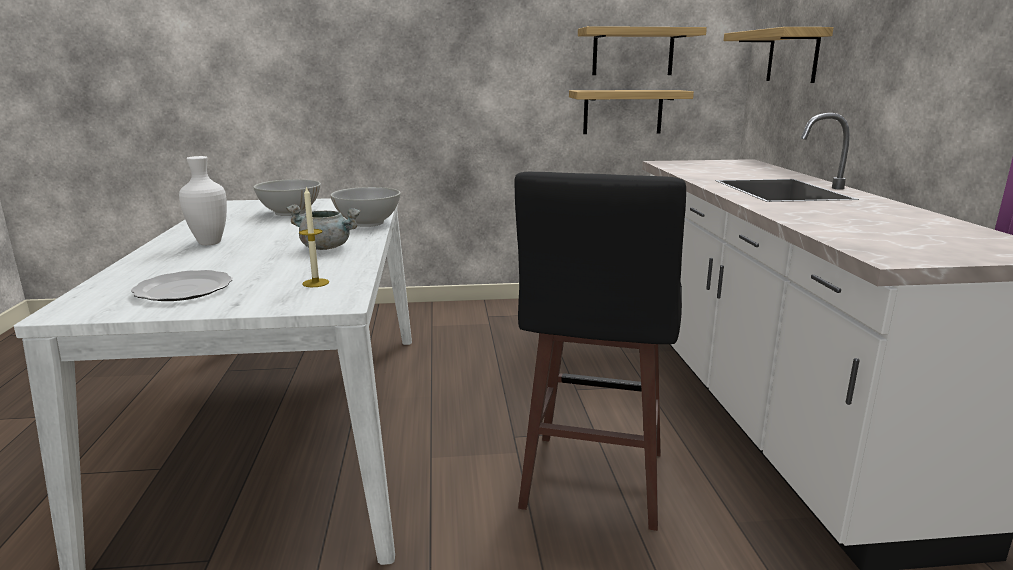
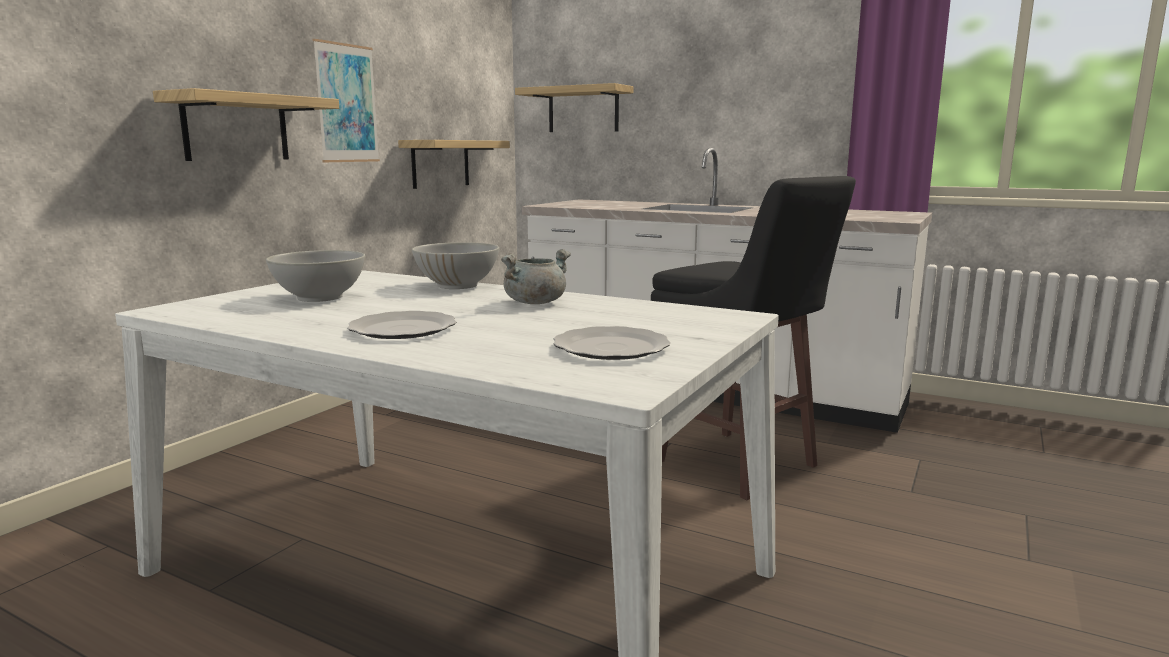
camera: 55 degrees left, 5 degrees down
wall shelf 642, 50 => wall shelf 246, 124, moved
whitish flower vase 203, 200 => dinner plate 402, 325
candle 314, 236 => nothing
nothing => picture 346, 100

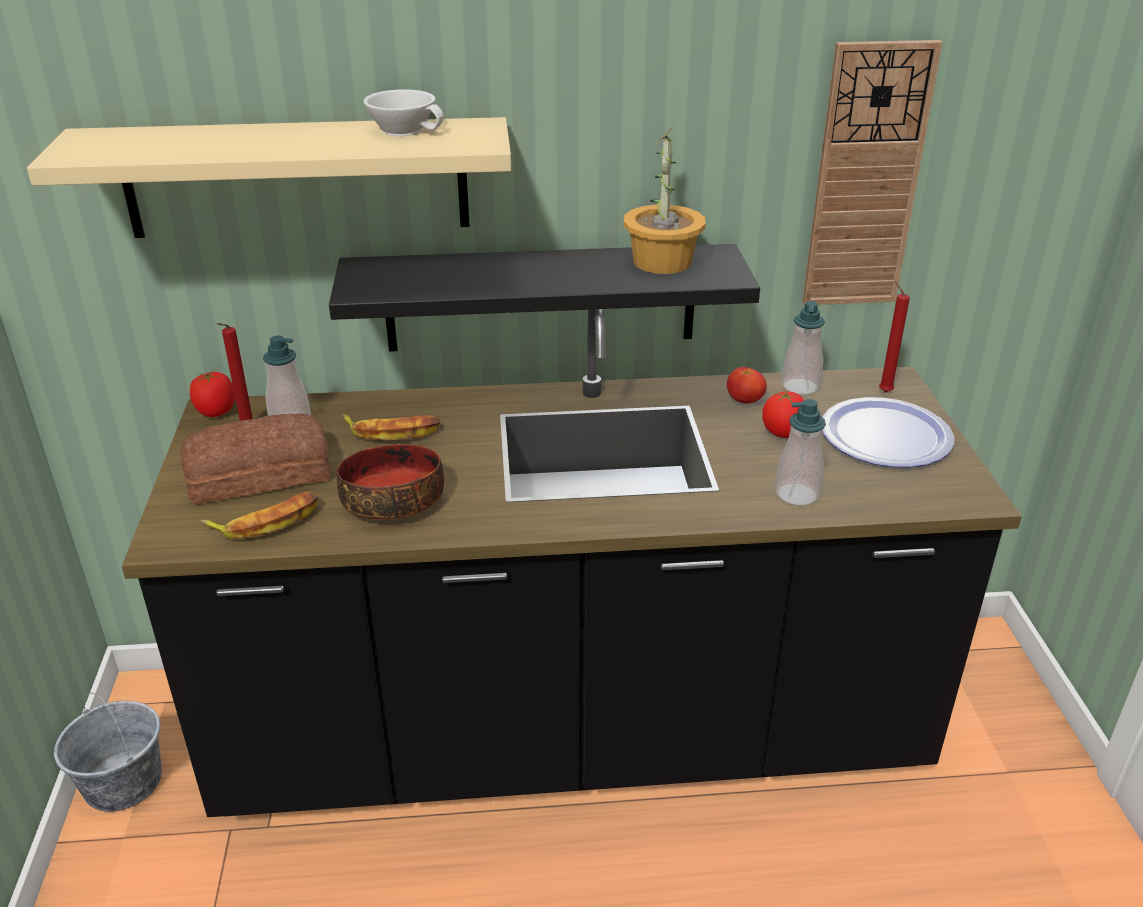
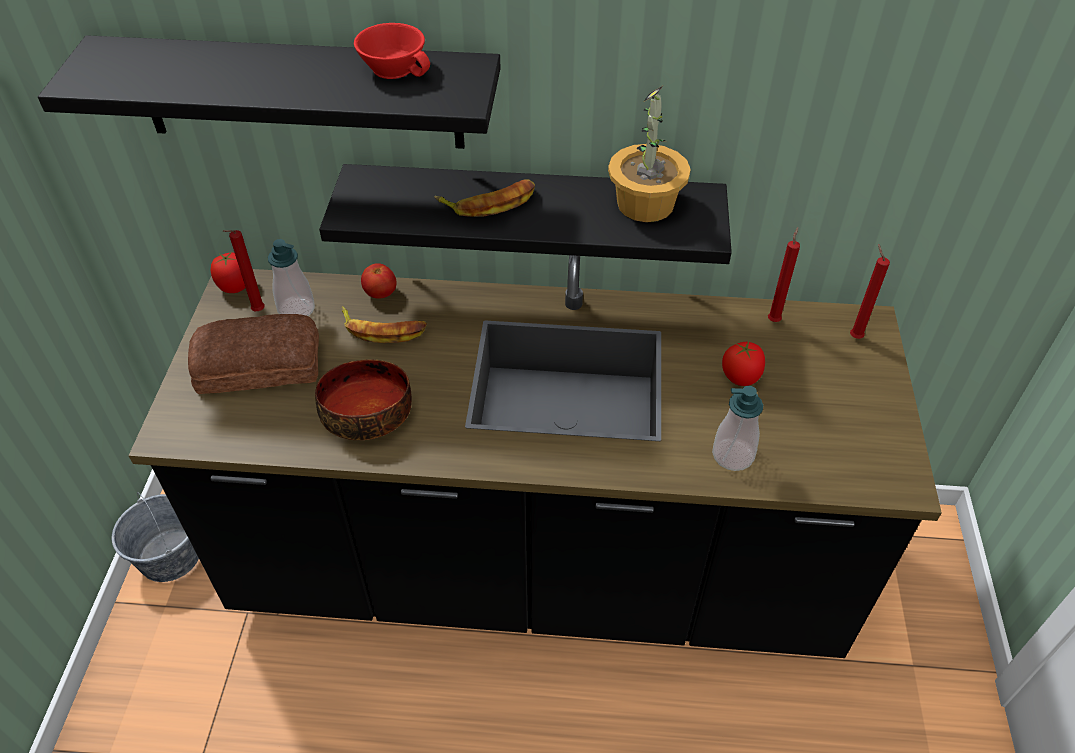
camera: 10 degrees right, 15 degrees up
wall clock 873, 172 => nothing
whitish drinking cup 404, 112 => red drinking cup 392, 51
beige wall shelf 269, 177 => black-coloured wall shelf 269, 92
soap bottle 803, 348 => red candle 784, 274
tomato 747, 385 => tomato 379, 280, moved
dinner plate 888, 432 => nothing
banana fruit 259, 515 => banana fruit 485, 198, moved

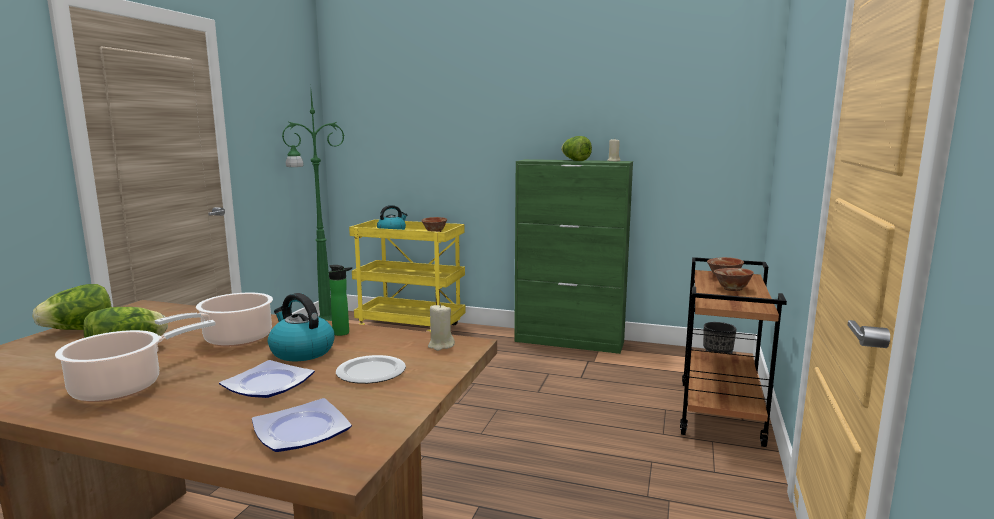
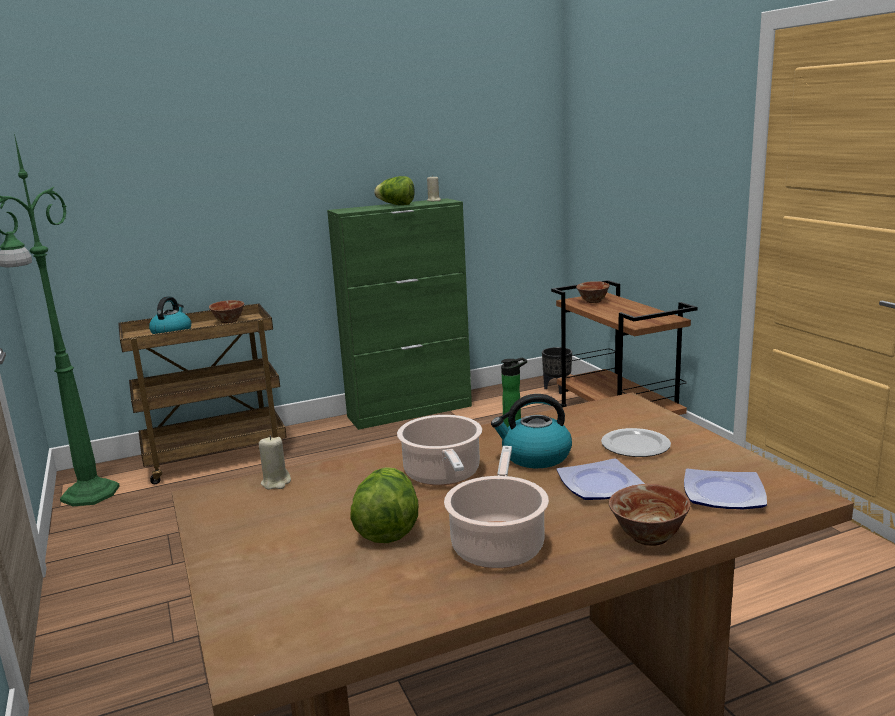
camera: 40 degrees left, 5 degrees up
yellowish wheeled cart 407, 275 => brown wheeled cart 202, 394
serving bowl 734, 279 => serving bowl 649, 515, moved
lettuce head 72, 307 => nothing
beige candle 441, 327 => beige candle 275, 463, moved

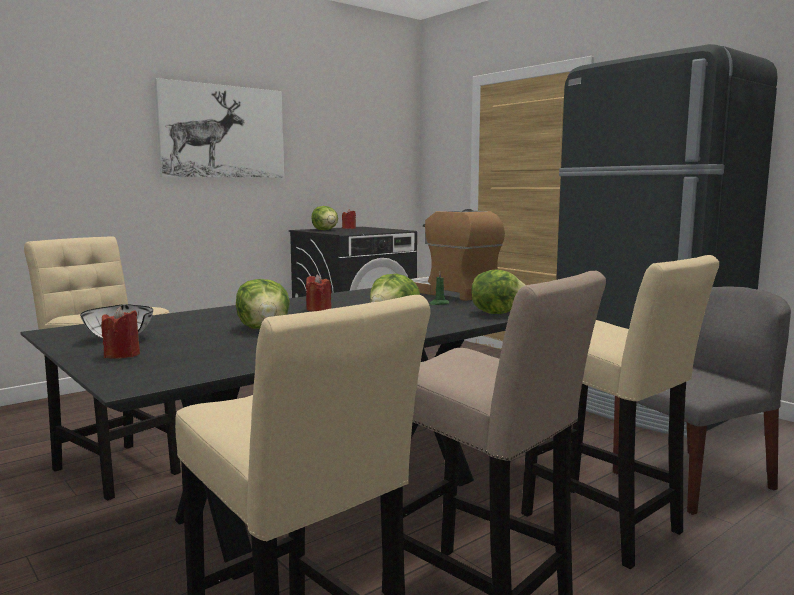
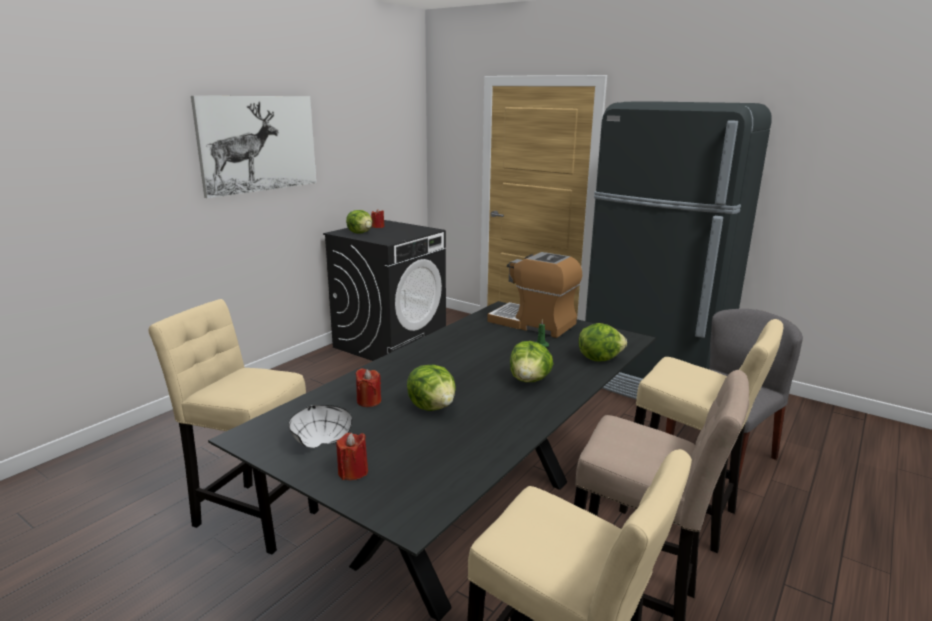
camera: 15 degrees left, 10 degrees up
red candle 319, 293 => red candle 368, 387, moved

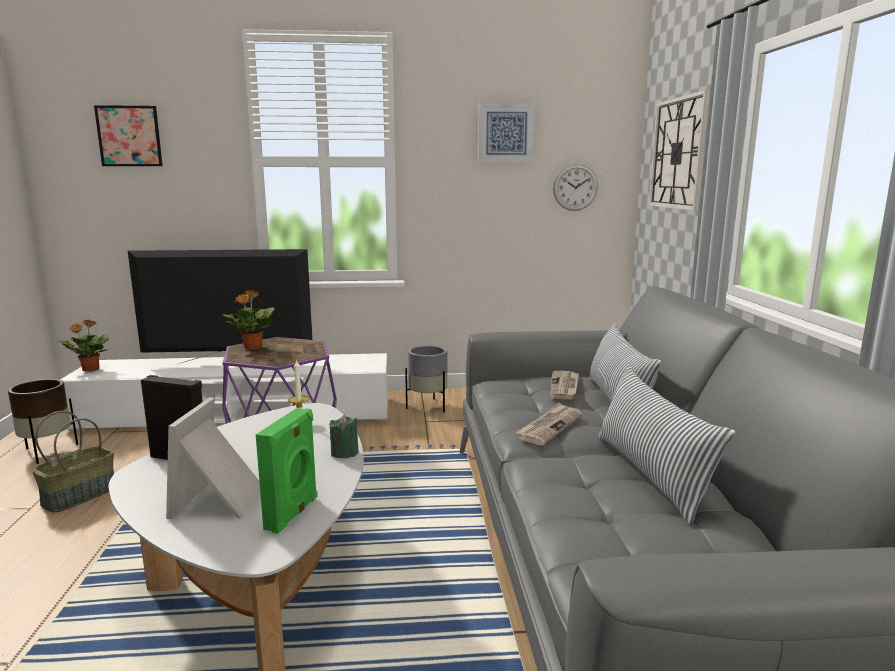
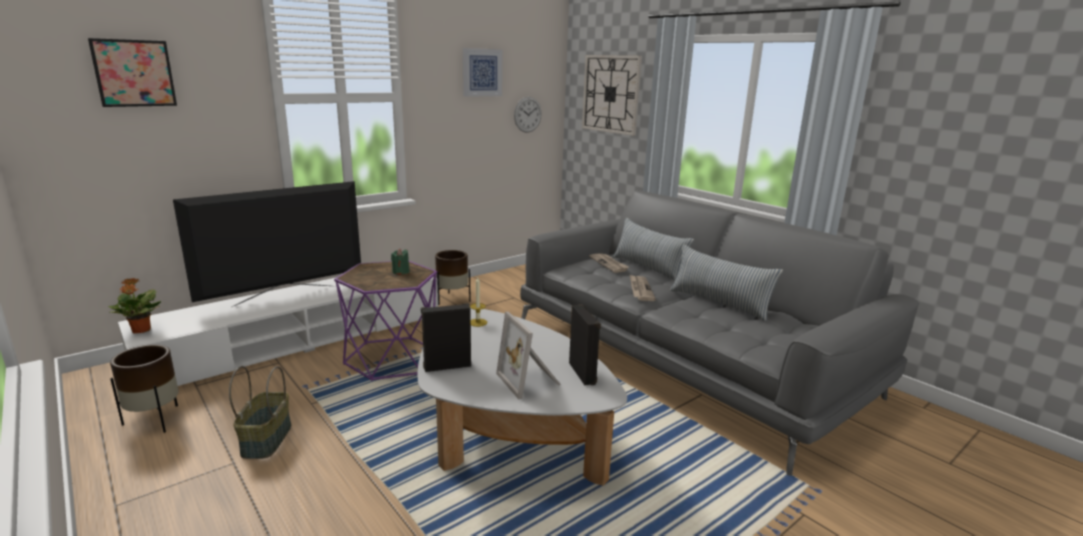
camera: 35 degrees left, 5 degrees up
plant in a pot 248, 320 => nothing
grey flower pot 426, 378 => brown flower pot 453, 277
greenish speaker 287, 471 => black-coloured speaker 585, 344
greenish candle 344, 436 => greenish candle 400, 262, moved

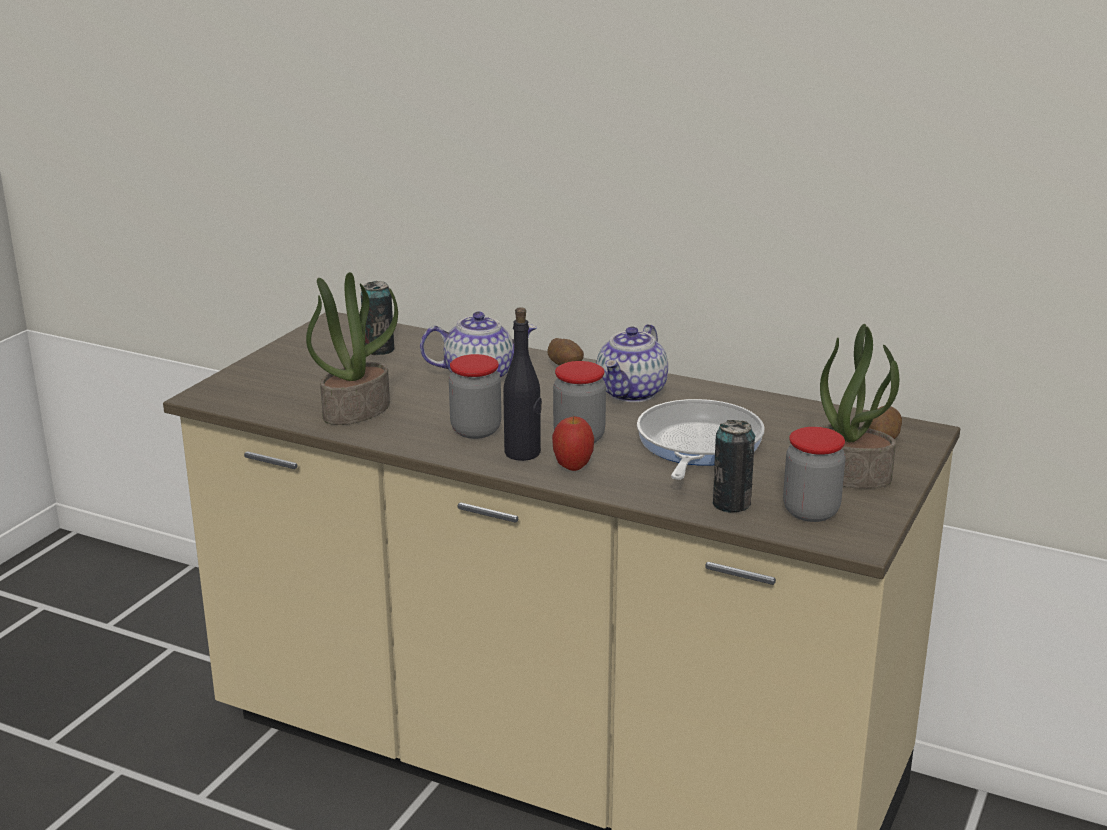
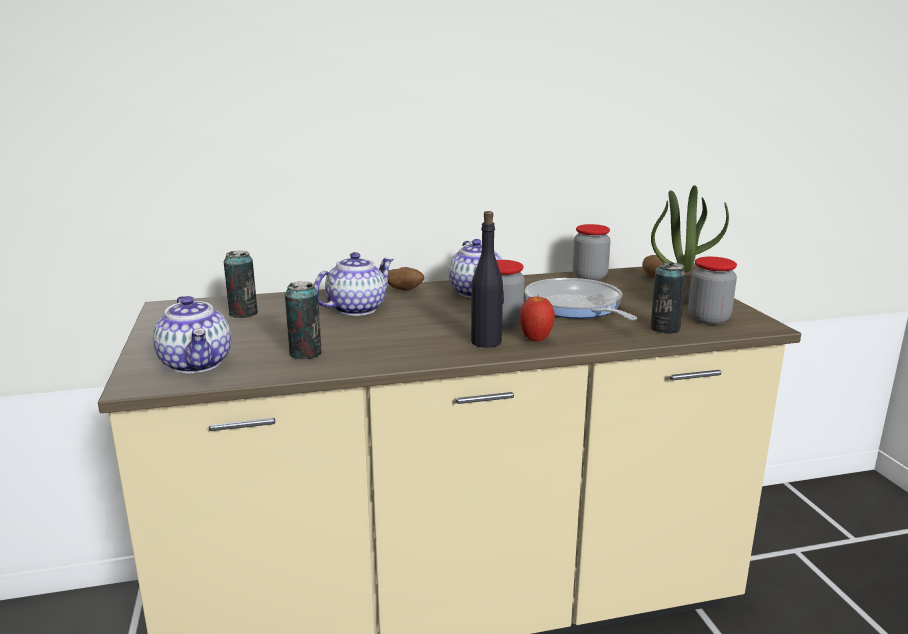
camera: 40 degrees left, 5 degrees down
plant in a pot 352, 348 => sealed can 303, 320
storage jar 475, 396 => storage jar 592, 252, moved
nothing => tea pot 192, 334

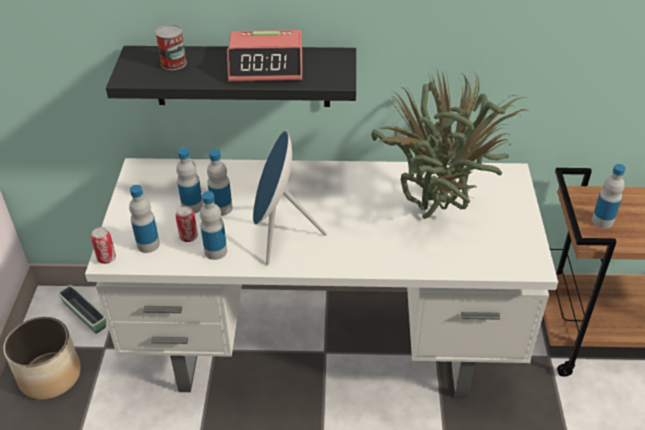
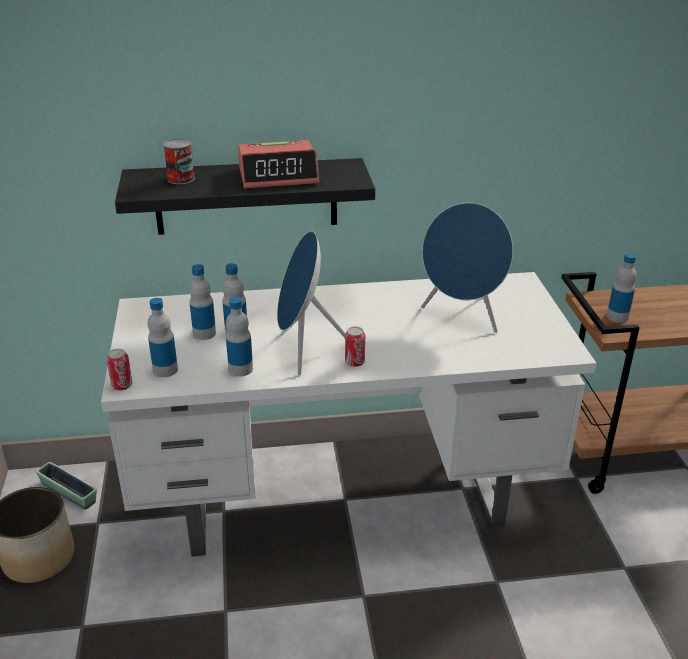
camera: 10 degrees left, 10 degrees down
plant in a pot 450, 143 => bluish speaker 467, 267
sealed can 187, 224 => sealed can 355, 346, moved

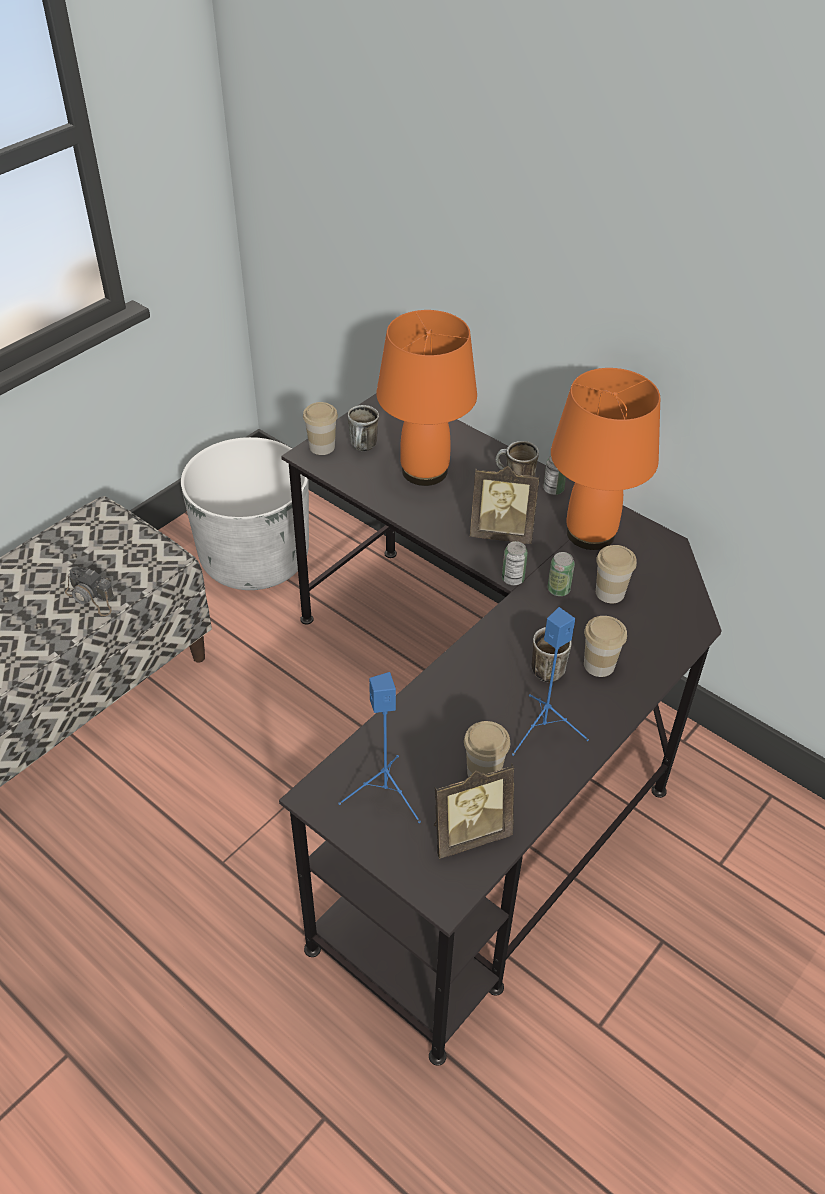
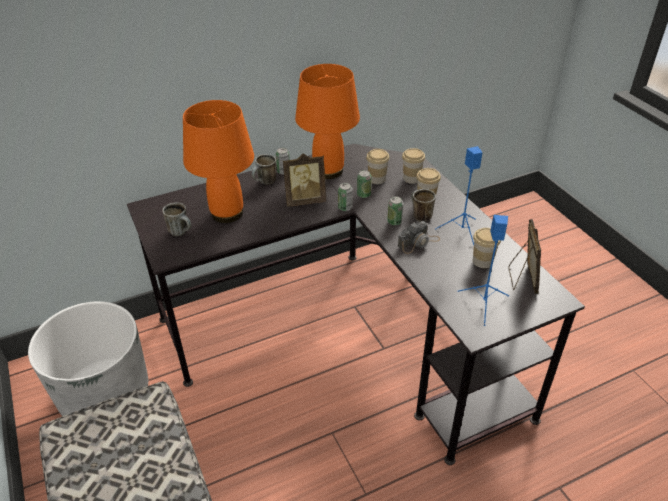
camera: 65 degrees left, 5 degrees down
drinking cup 320, 428 => drinking cup 413, 166, moved
standing frame 505, 505 => standing frame 304, 180, 45 degrees clockwise
still camera 89, 591 => still camera 419, 237, moved
nothing => sealed can 395, 210

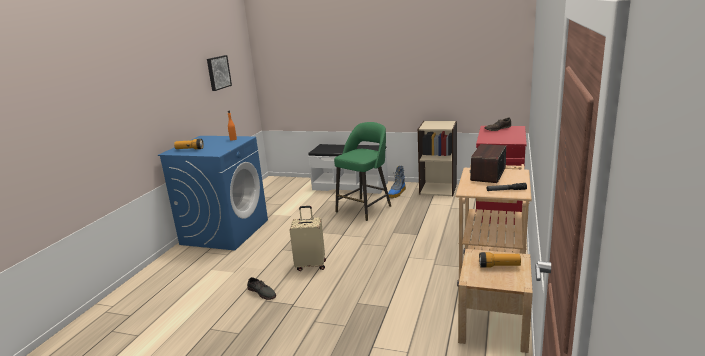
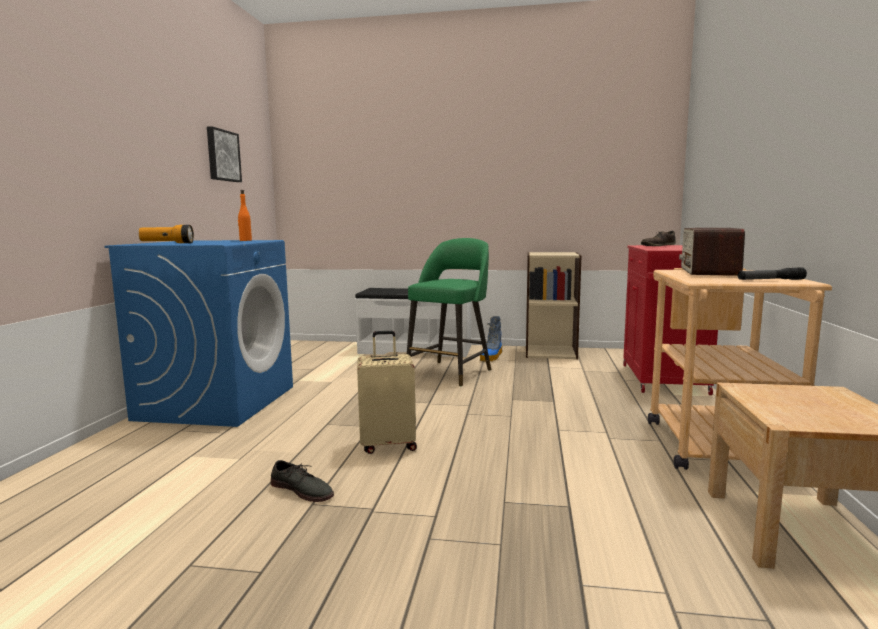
camera: 10 degrees left, 10 degrees down
hand torch 500, 260 => nothing

